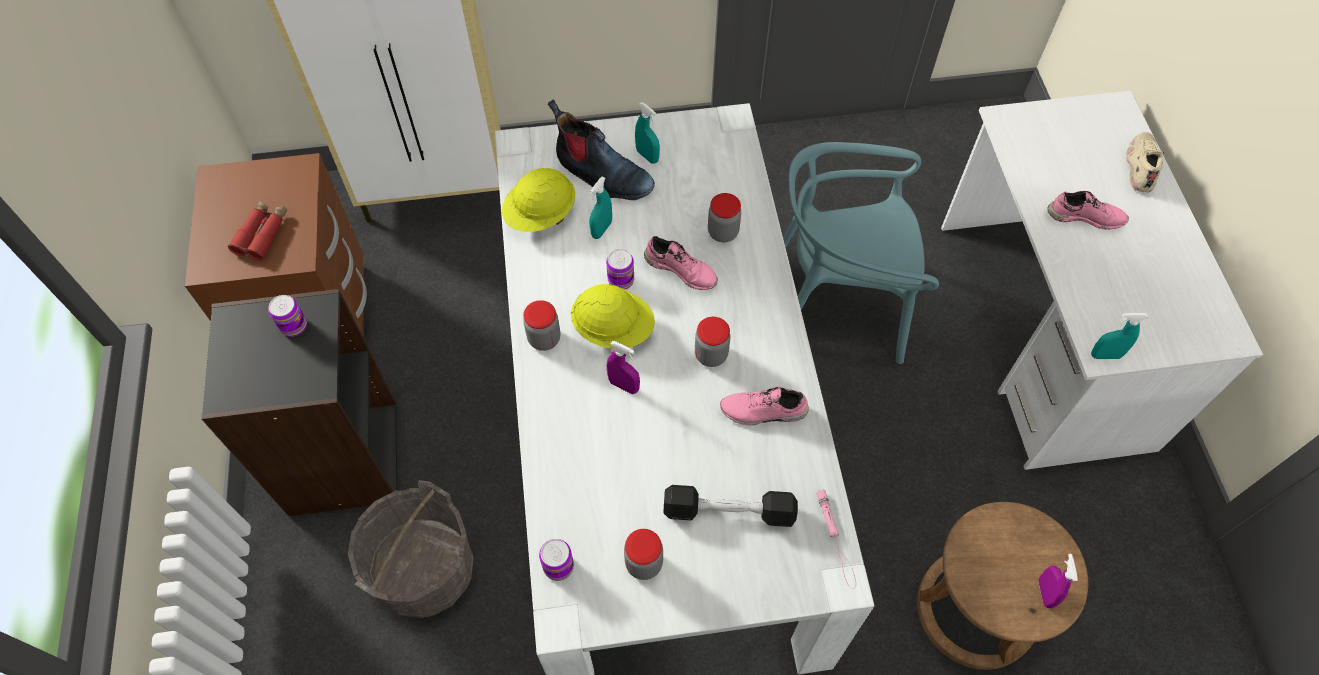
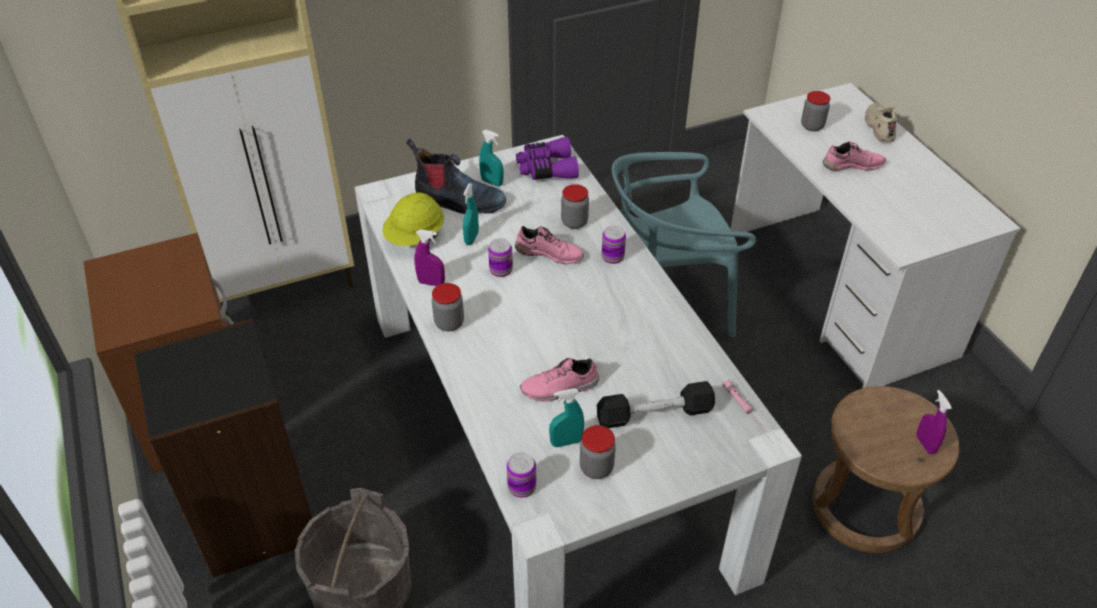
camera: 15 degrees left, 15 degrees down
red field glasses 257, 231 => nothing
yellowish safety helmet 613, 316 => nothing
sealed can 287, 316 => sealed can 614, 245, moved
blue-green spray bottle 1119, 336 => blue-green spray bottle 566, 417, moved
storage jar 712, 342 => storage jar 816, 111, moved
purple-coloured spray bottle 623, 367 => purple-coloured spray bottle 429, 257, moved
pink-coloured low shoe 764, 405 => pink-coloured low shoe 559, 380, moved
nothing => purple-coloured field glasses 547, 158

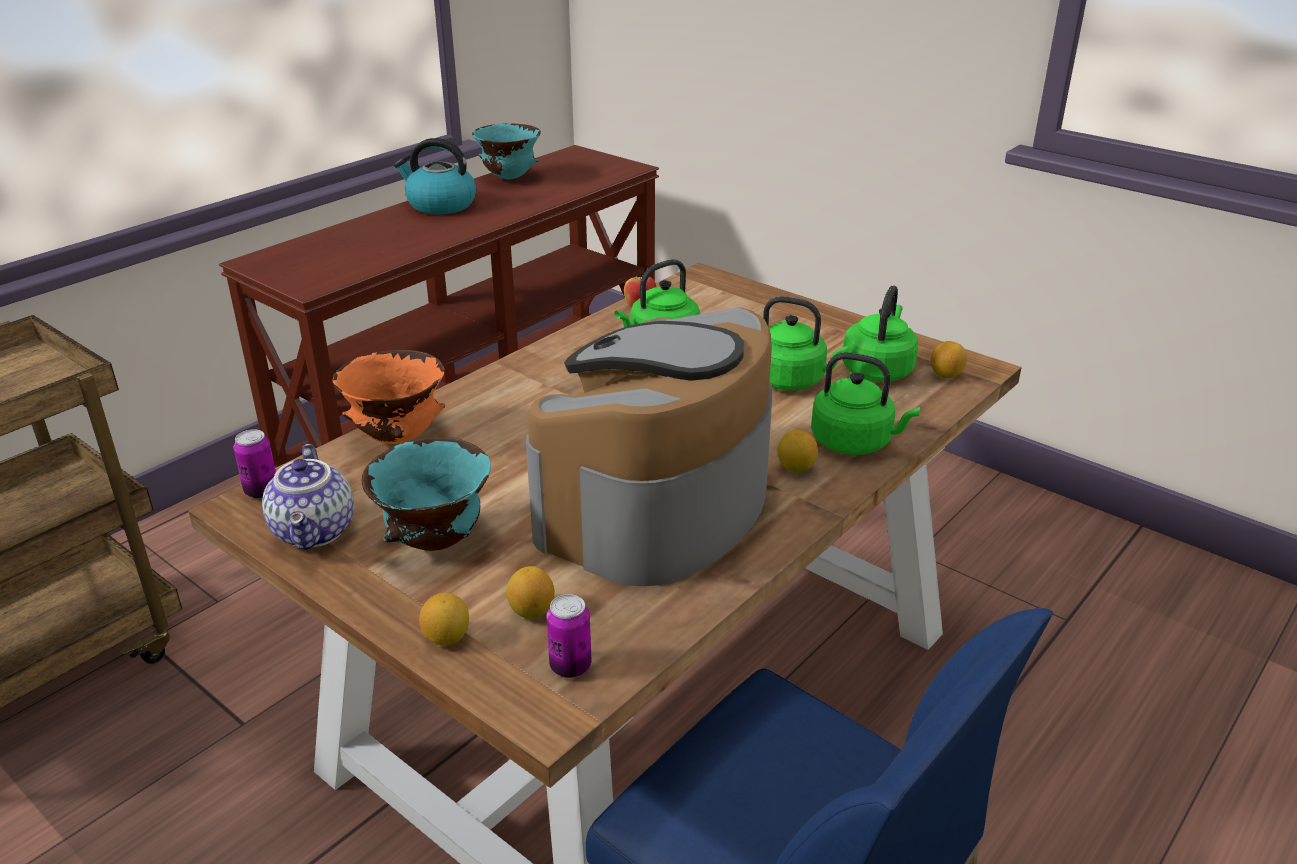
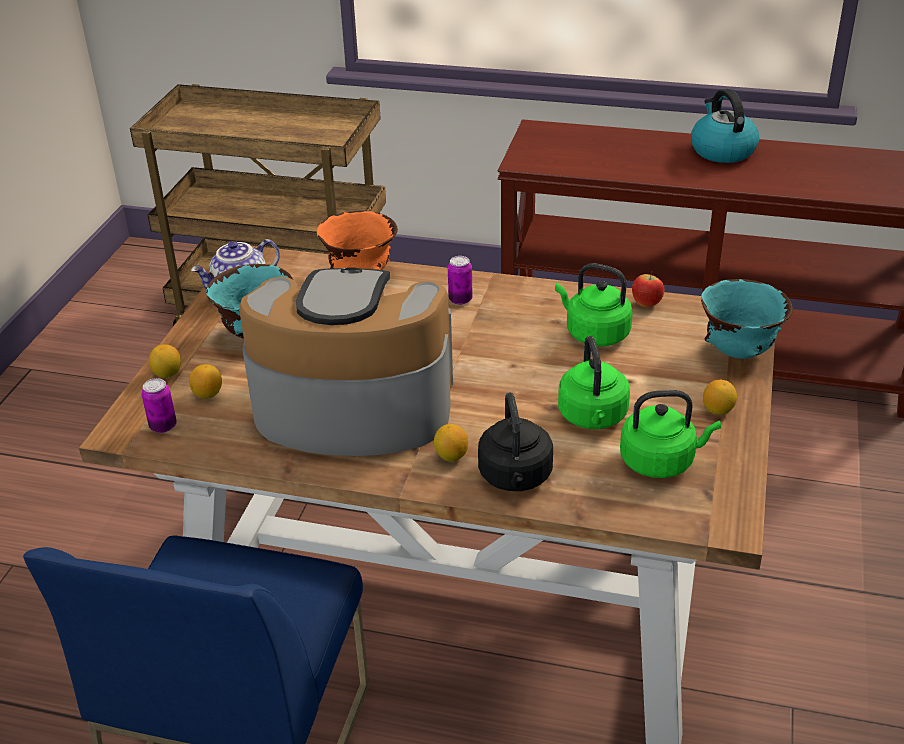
camera: 65 degrees right, 5 degrees up
blue-green serving bowl 506, 151 => blue-green serving bowl 747, 319, moved
citrus fruit 949, 359 => citrus fruit 720, 397, moved
greenish tea kettle 865, 403 => black-coloured tea kettle 515, 441
sealed can 254, 464 => sealed can 460, 280, moved

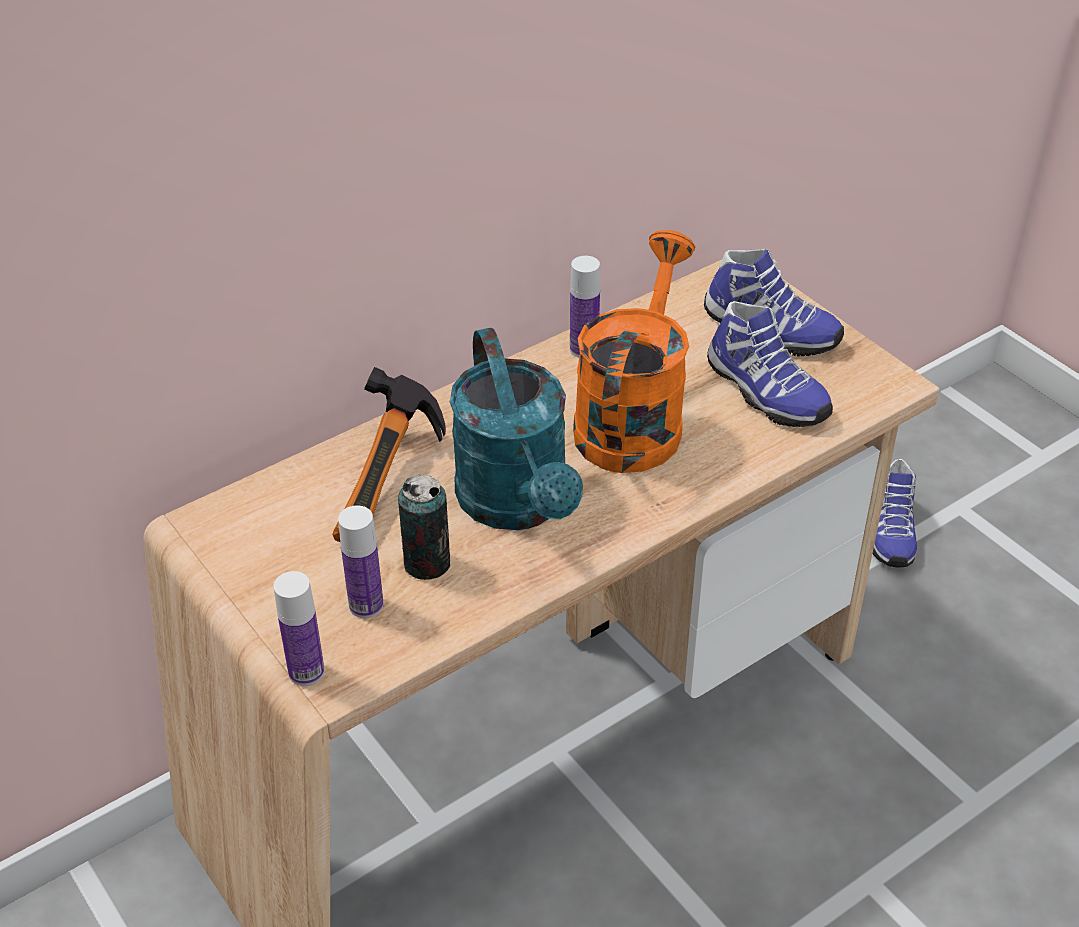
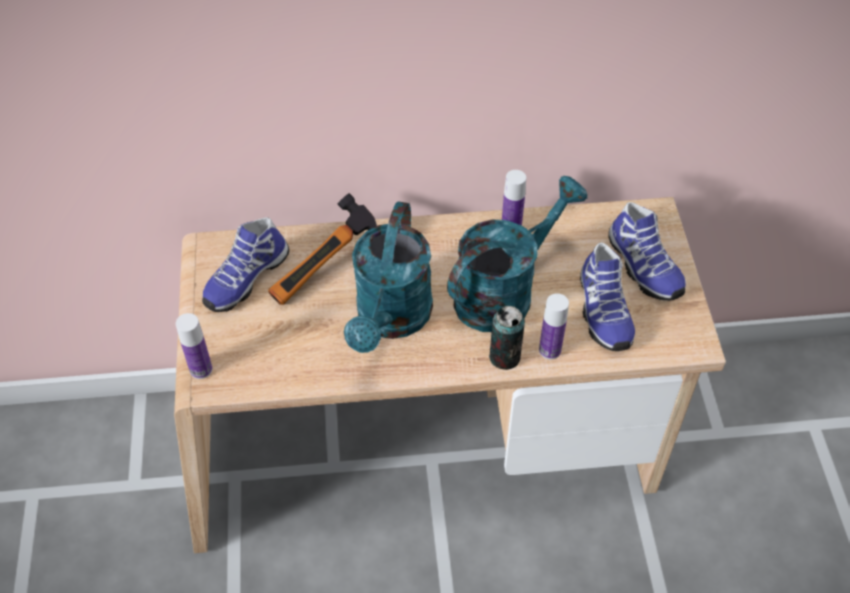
camera: 30 degrees right, 10 degrees up
orange-coloured watering can 634, 351 => blue-green watering can 517, 254
low shoe 895, 513 => low shoe 245, 264, moved
sealed can 424, 527 => sealed can 507, 338, moved
beverage bottle 361, 561 => beverage bottle 554, 326, moved

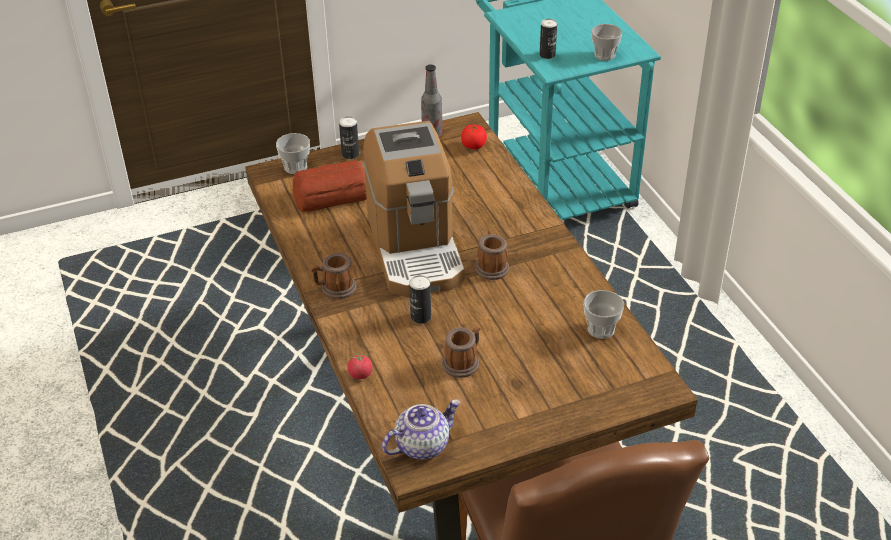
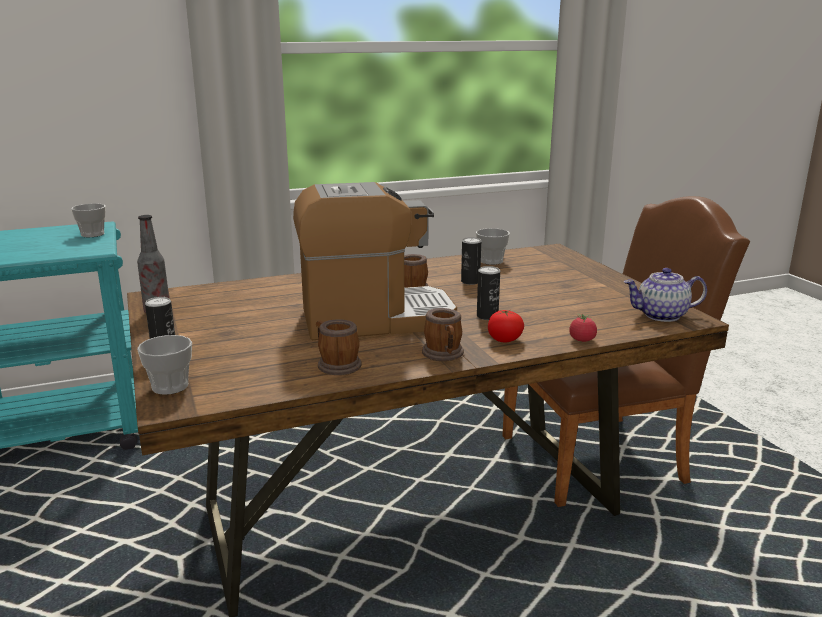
camera: 90 degrees left, 20 degrees down
sealed can 548, 39 => sealed can 471, 261, moved
tomato 474, 136 => tomato 506, 326, moved
baked bread 330, 186 => nothing
mug 461, 352 => mug 338, 347, moved
tea pot 421, 429 => tea pot 665, 295, 60 degrees counterclockwise

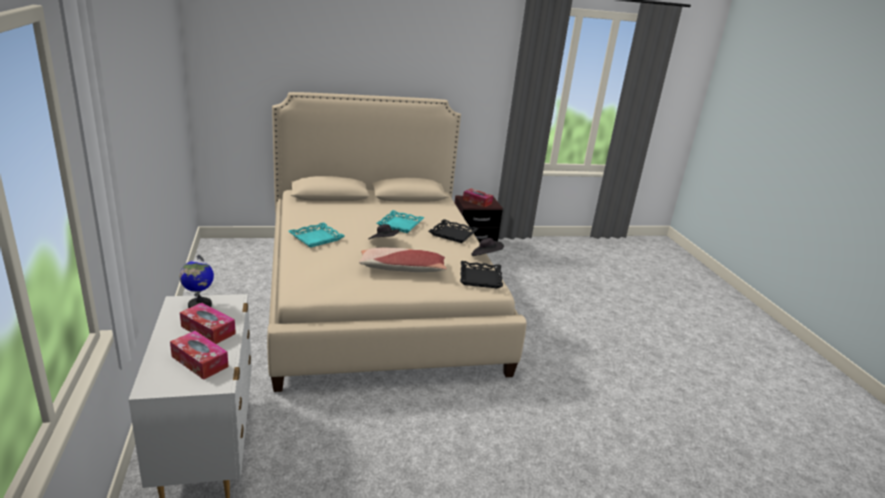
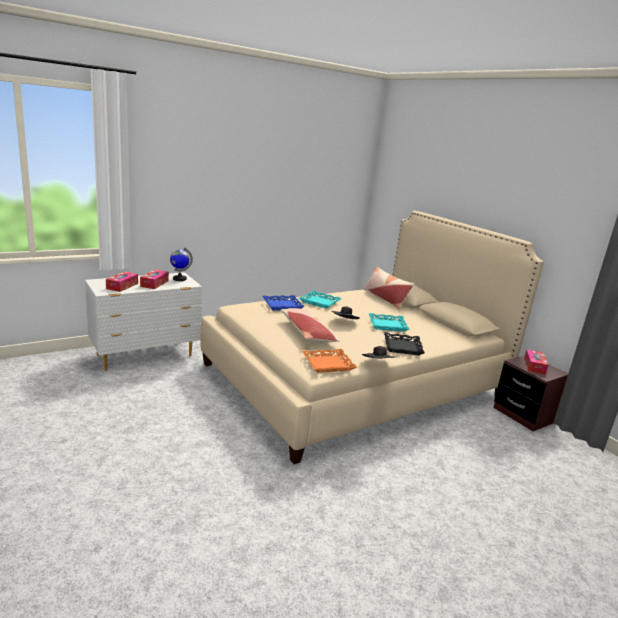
camera: 70 degrees right, 5 degrees down
black-coloured carrying tray 481, 274 => orange-coloured carrying tray 329, 361
nothing => cushion 388, 288
nothing => bluish carrying tray 283, 303

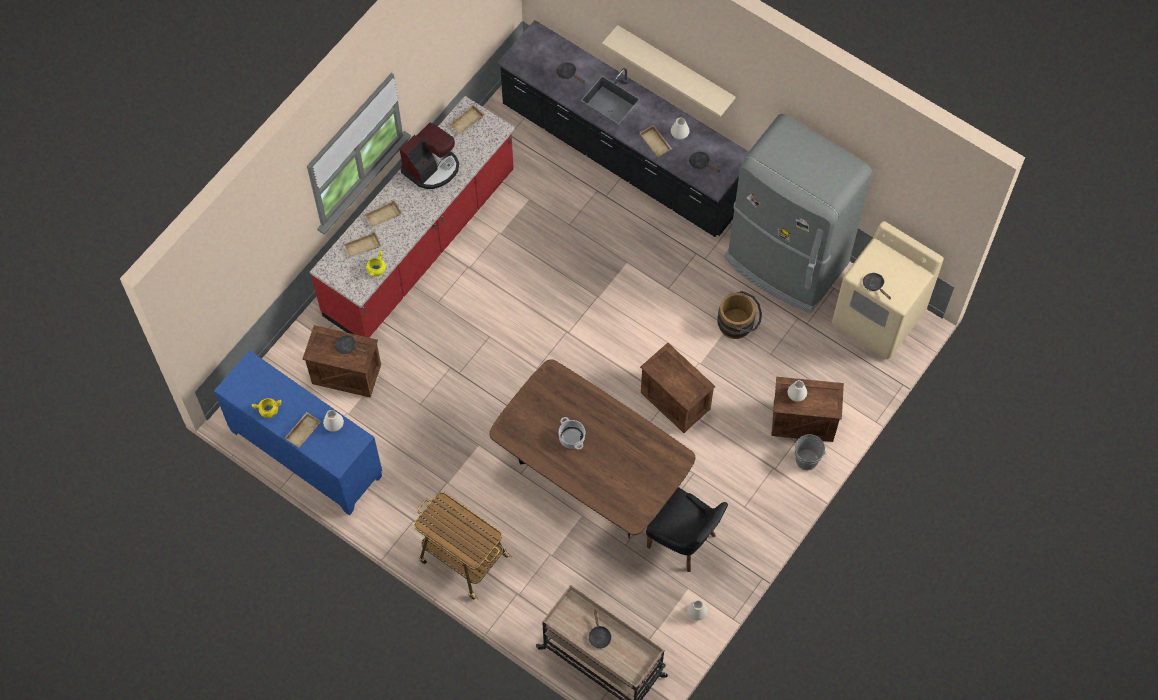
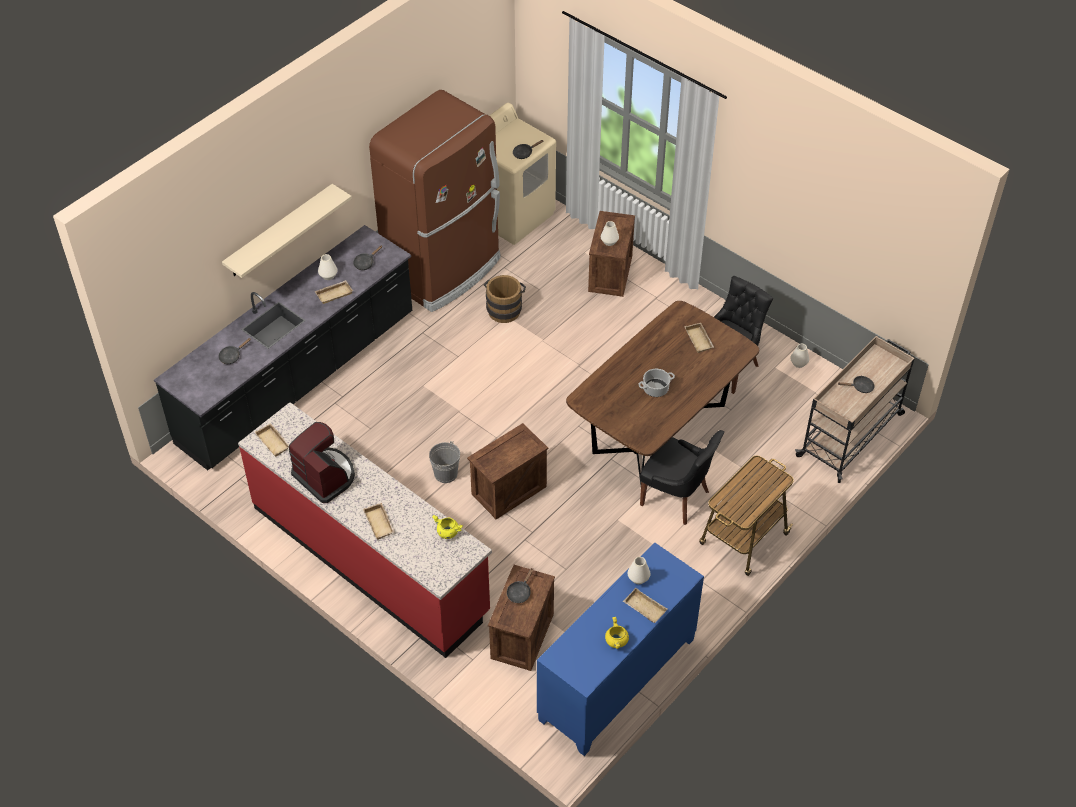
camera: 85 degrees left, 15 degrees down
grey fridge 798, 213 => brown fridge 434, 201
beige carrying tray 362, 244 => beige carrying tray 699, 338, moved
crate 677, 388 => crate 507, 471, moved
grey bucket 809, 452 => grey bucket 444, 462, moved
nothing => black-coloured plain chair 682, 477

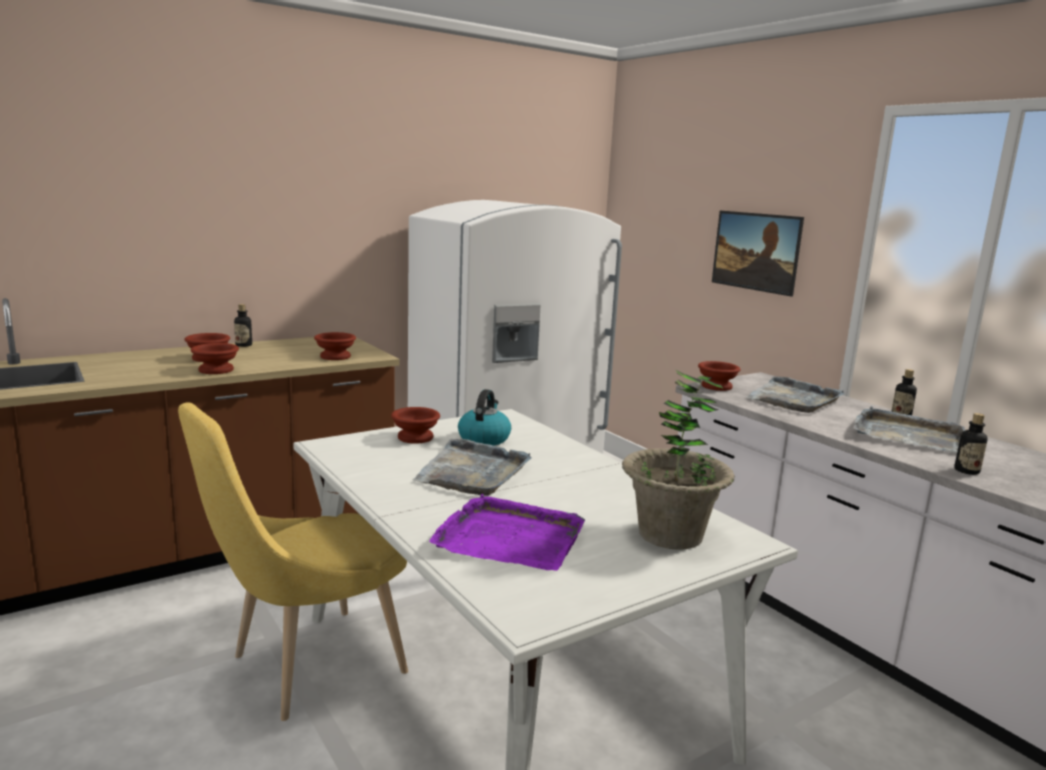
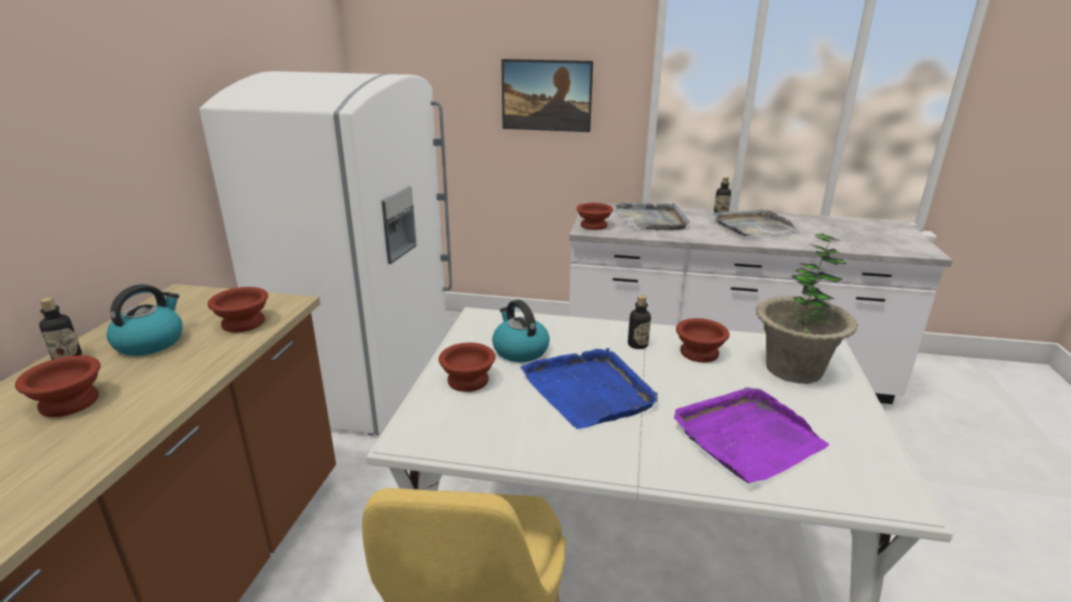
camera: 45 degrees left, 10 degrees up
brown serving bowl 215, 358 => brown serving bowl 703, 340, moved
beverage bottle 971, 444 => beverage bottle 639, 322, moved
grey carrying tray 472, 467 => bluish carrying tray 589, 388
nothing => tea kettle 145, 320

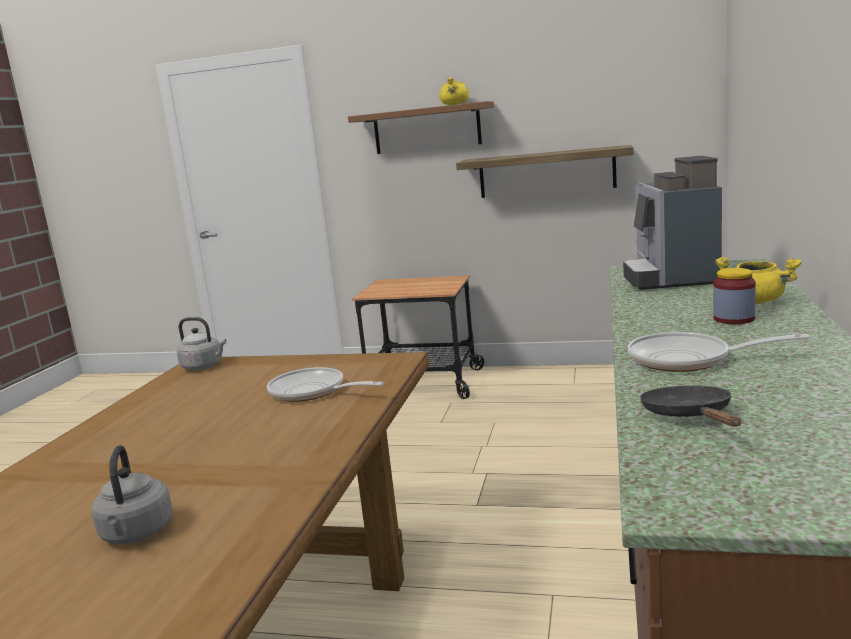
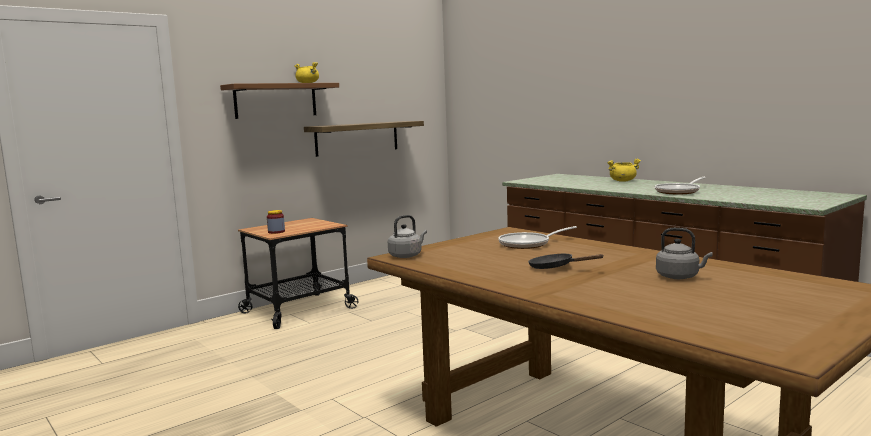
camera: 55 degrees left, 5 degrees down
coffee maker 672, 223 => nothing
storage jar 734, 296 => storage jar 276, 222, moved
black-coloured frying pan 690, 406 => black-coloured frying pan 566, 261, moved

